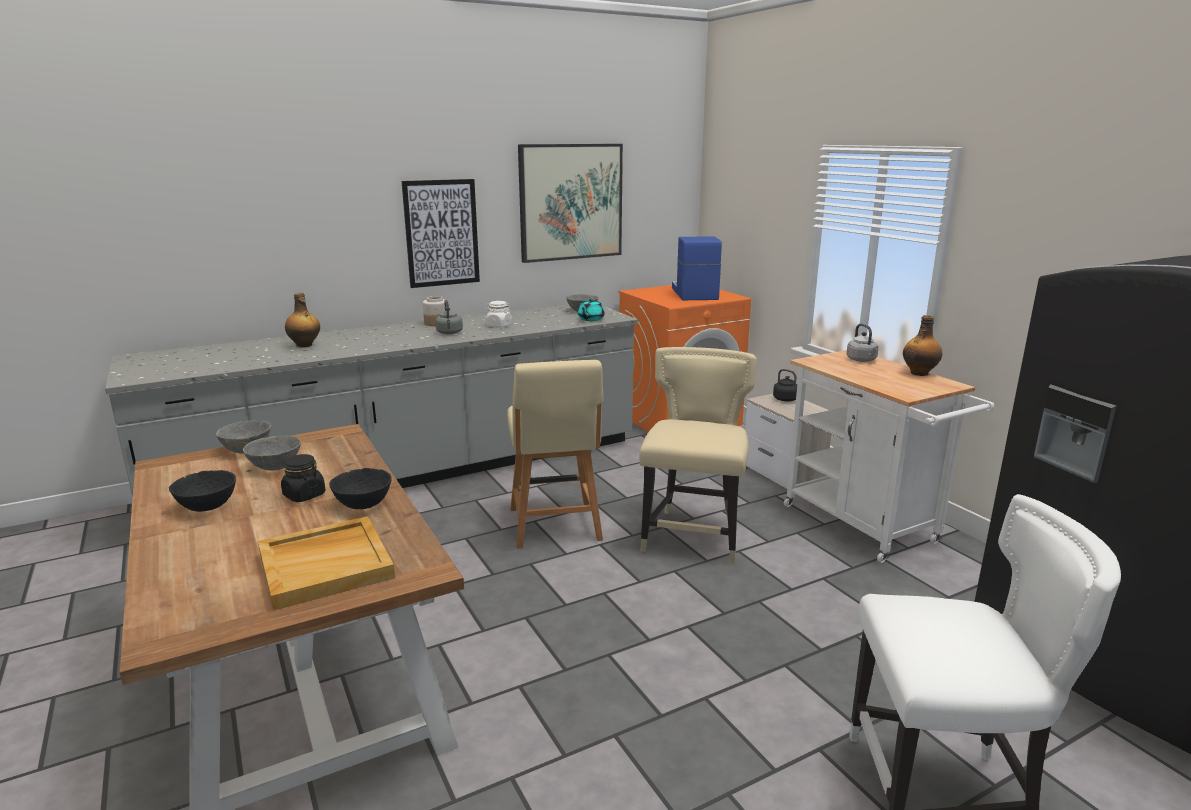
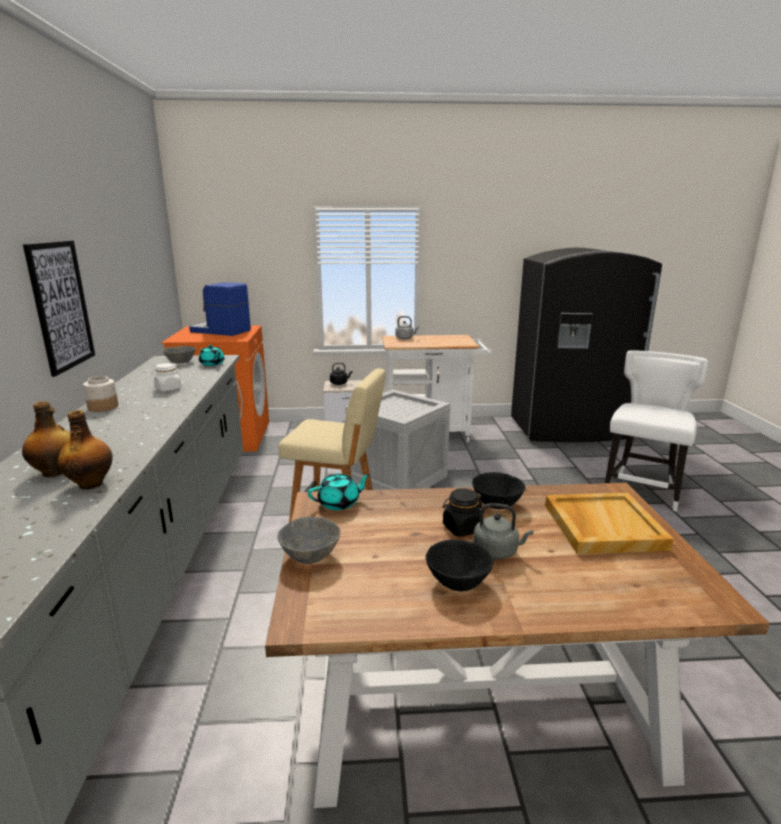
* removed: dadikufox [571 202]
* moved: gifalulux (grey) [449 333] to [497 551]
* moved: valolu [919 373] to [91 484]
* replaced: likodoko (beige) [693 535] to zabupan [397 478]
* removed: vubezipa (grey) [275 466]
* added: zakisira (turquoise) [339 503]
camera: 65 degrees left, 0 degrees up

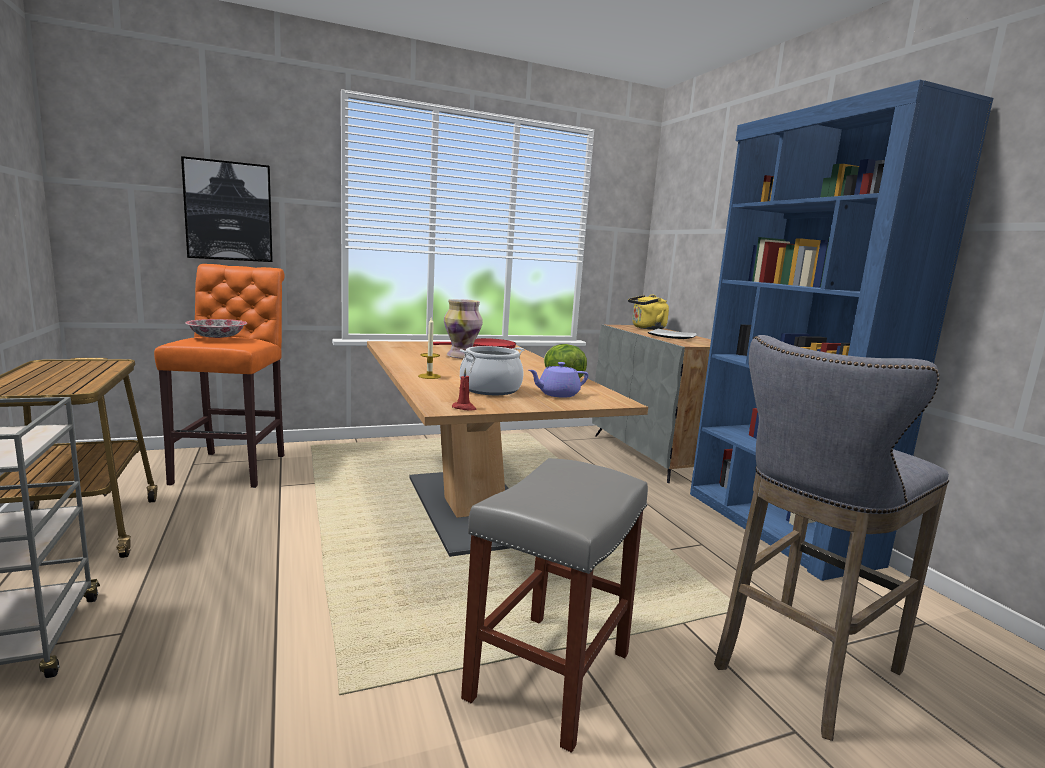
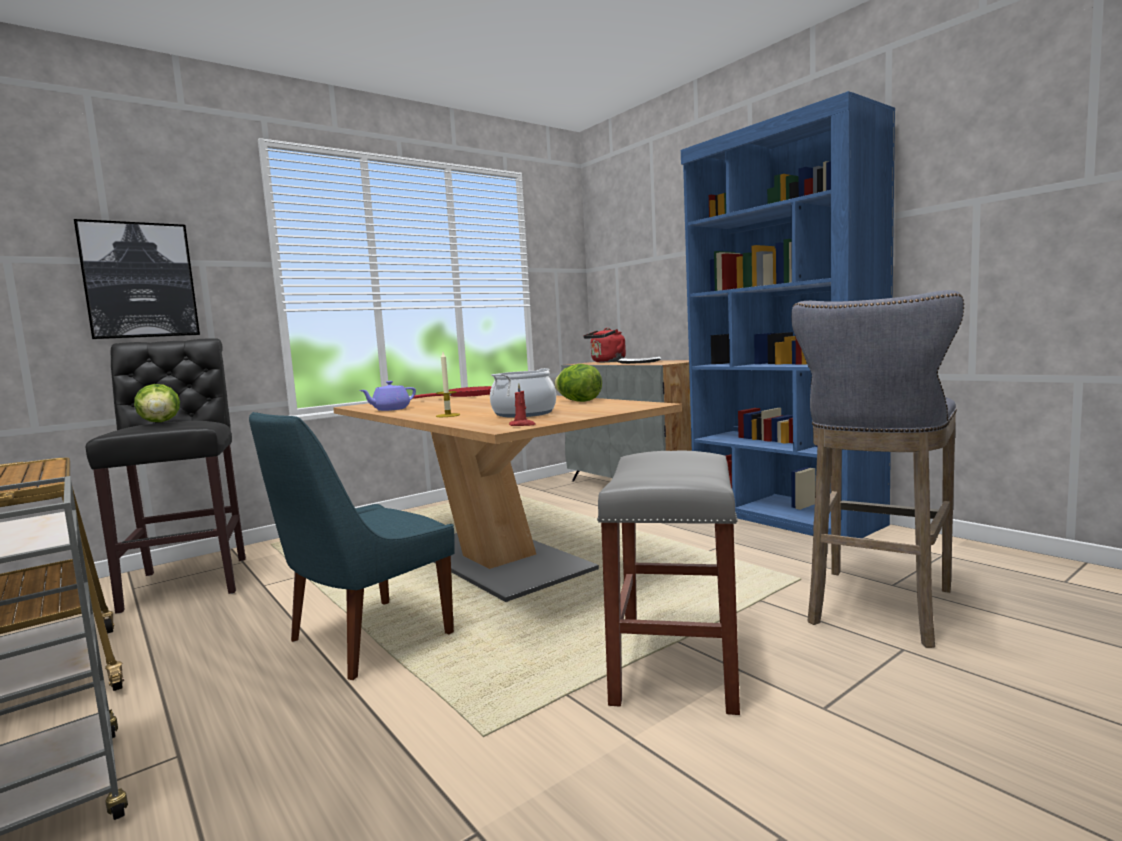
* recoloured: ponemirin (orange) [234 467] to ponemirin (black) [190 581]
* recoloured: gifalulux (yellow) [646 328] to gifalulux (red) [607 362]
* removed: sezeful [461 356]
* replaced: vubezipa [218 337] to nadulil [160 422]
* moved: zakisira (purple) [557 394] to [390 409]
* added: likodoko (blue) [365 640]
camera: 15 degrees left, 5 degrees down

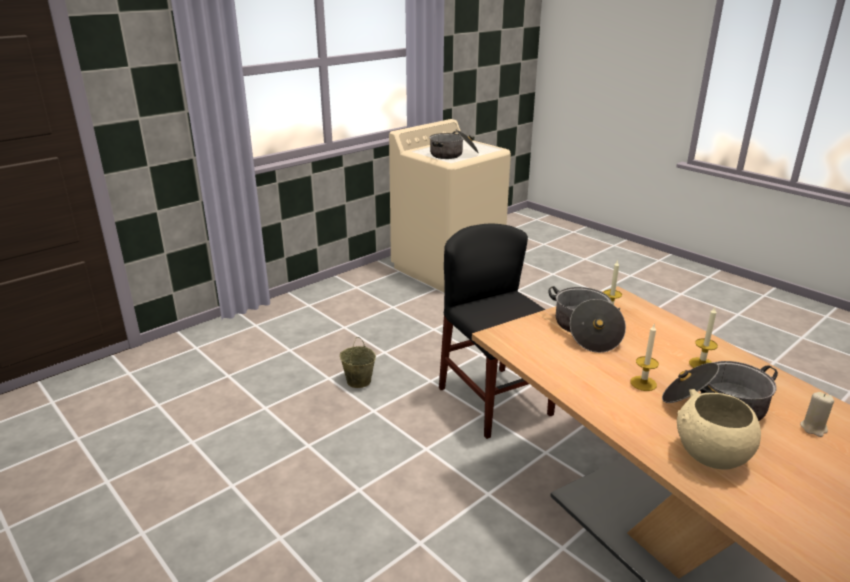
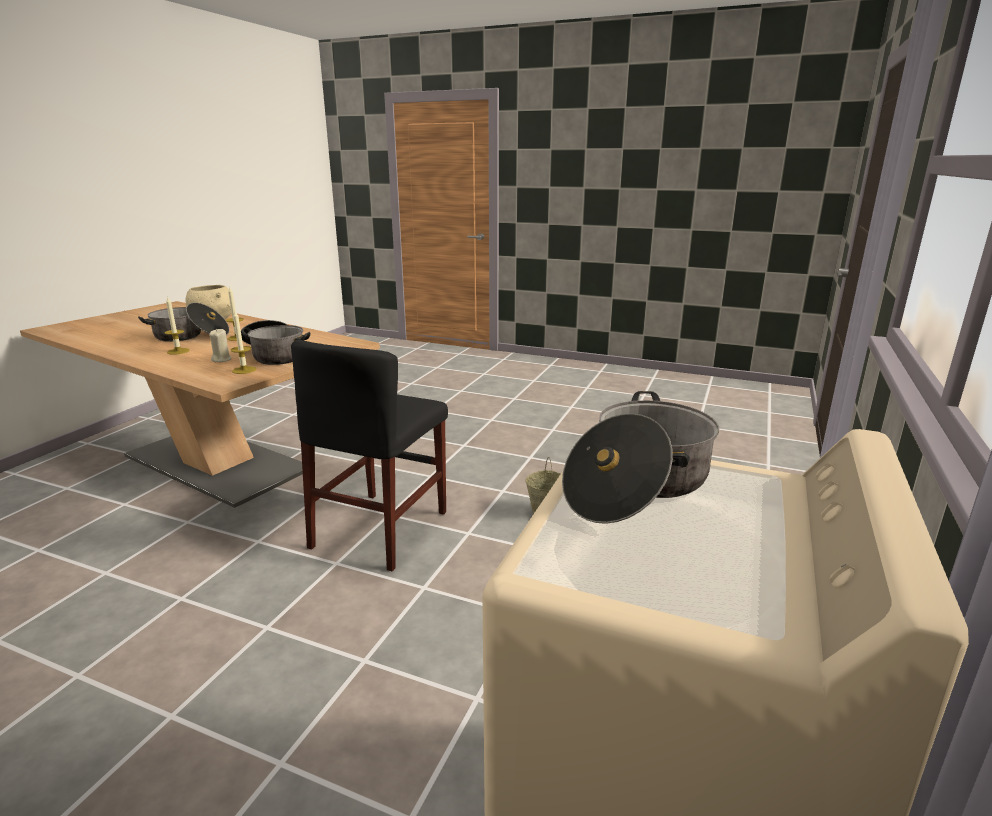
* turned: likodoko (black) [495 401] = [380 529] 75 degrees clockwise
* moved: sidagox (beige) [813 428] to [221 360]
camera: 155 degrees right, 5 degrees down

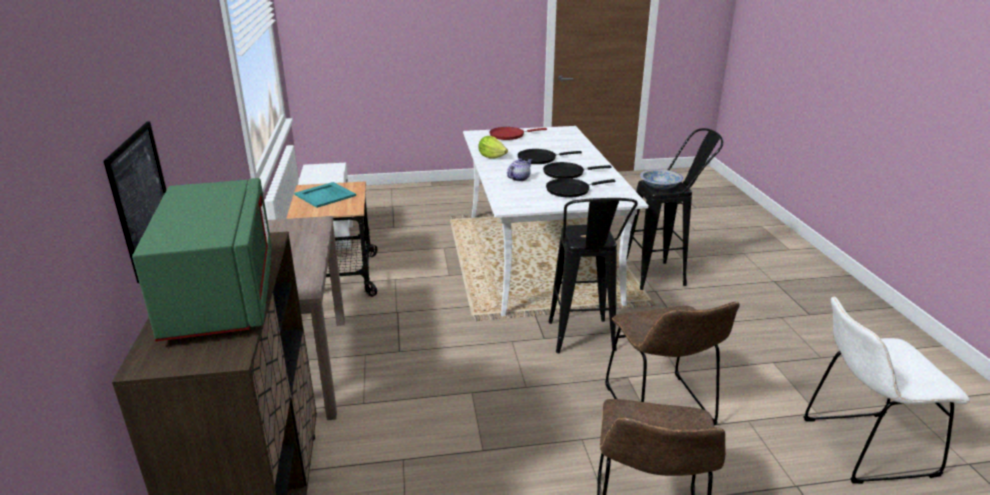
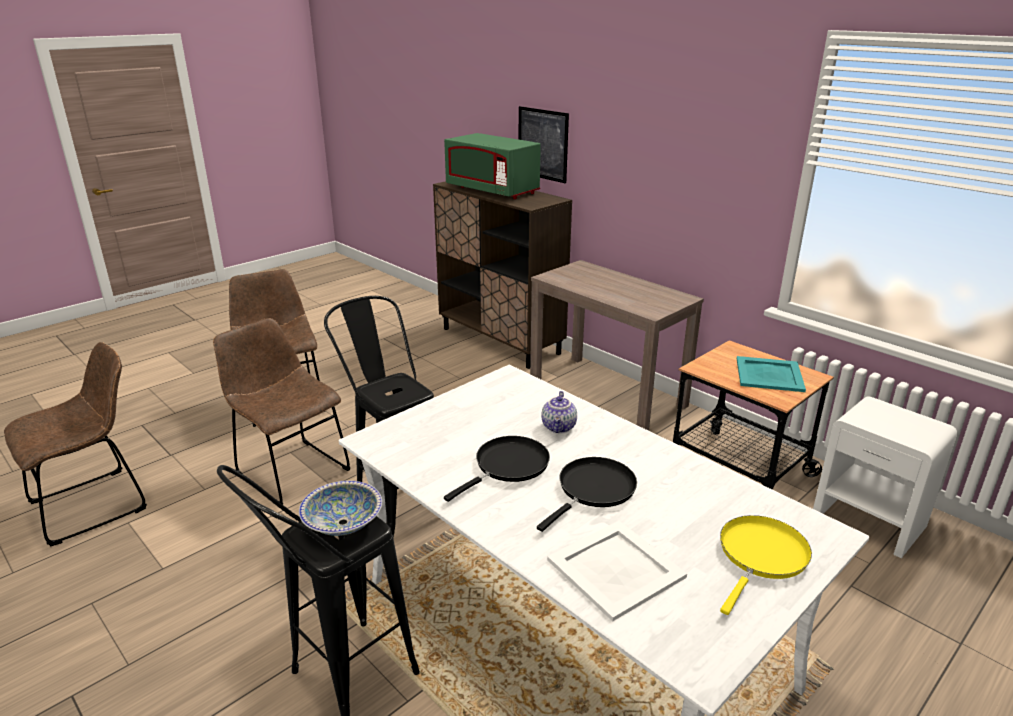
* recoloured: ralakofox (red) [509 135] to ralakofox (yellow) [761 556]
* removed: nadulil [492 157]
* removed: ralakofox (black) [570 190]
* recoloured: likodoko (white) [861 447] to likodoko (brown) [95 503]
* added: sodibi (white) [617 568]
camera: 145 degrees right, 0 degrees up

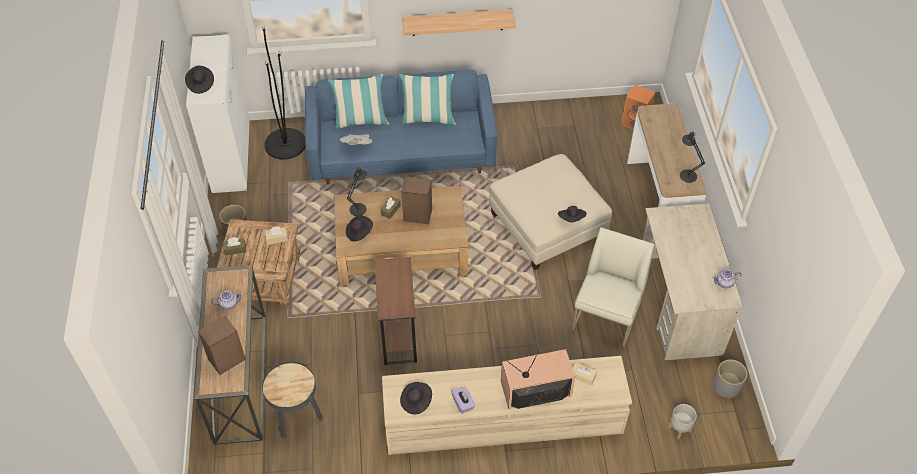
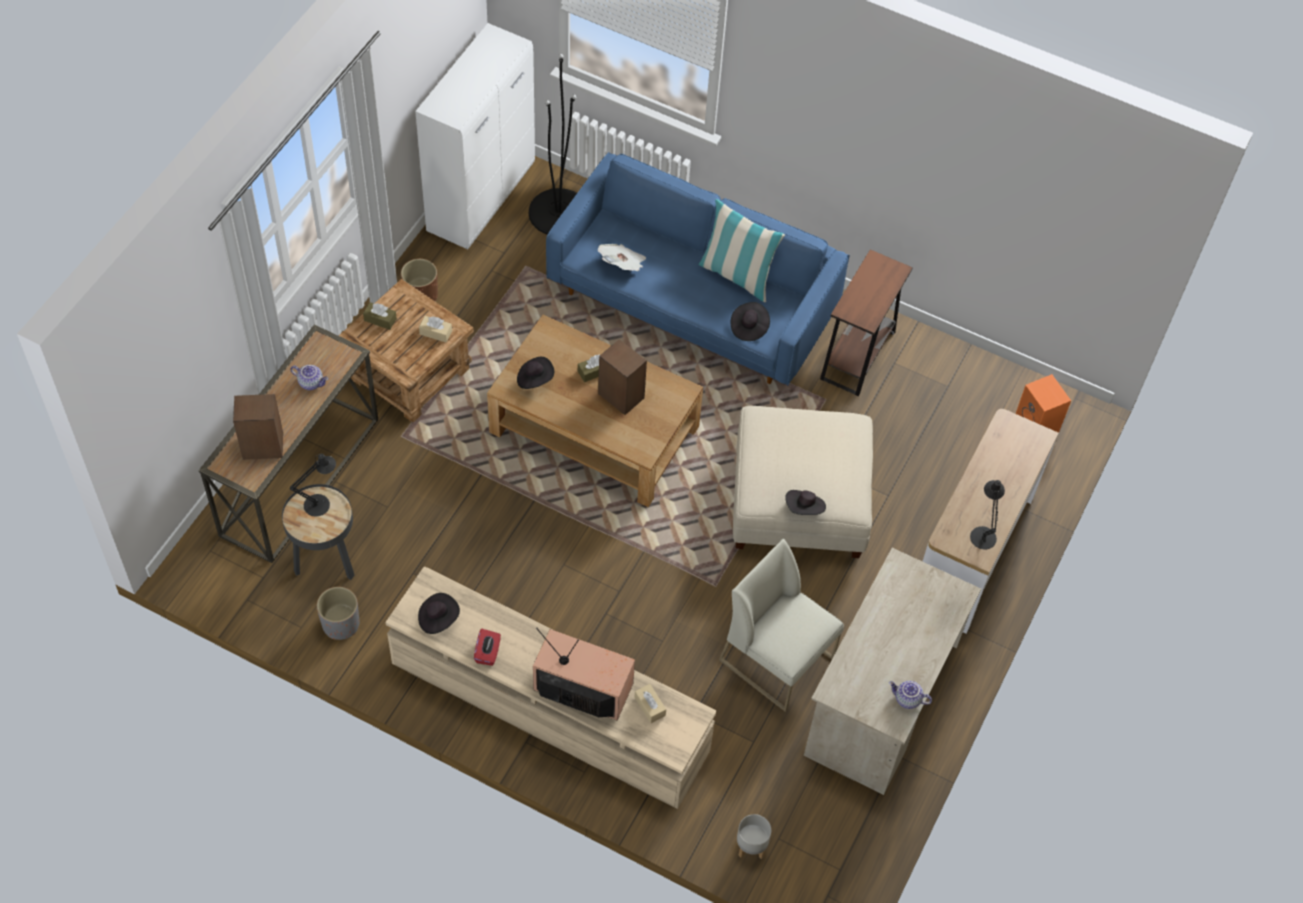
* removed: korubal [457 22]
* moved: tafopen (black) [200 84] to [749 327]
* removed: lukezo [360 121]
* moved: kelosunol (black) [359 207] to [320 503]
* turned: likodoko (white) [607 316] = [778 659] 105 degrees counterclockwise
* moved: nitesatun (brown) [398 334] to [858 355]
* moved: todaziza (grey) [726 387] to [340 624]
* recoloured: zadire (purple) [463 403] to zadire (red) [487 653]
camera: 30 degrees right, 5 degrees up

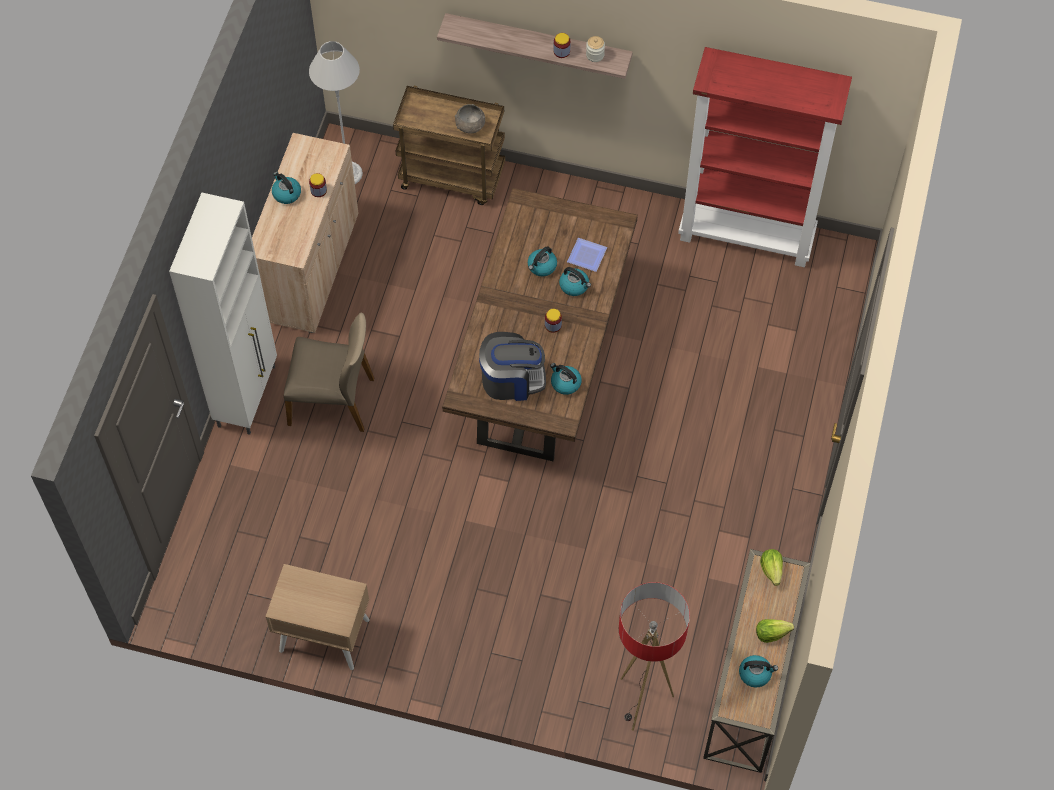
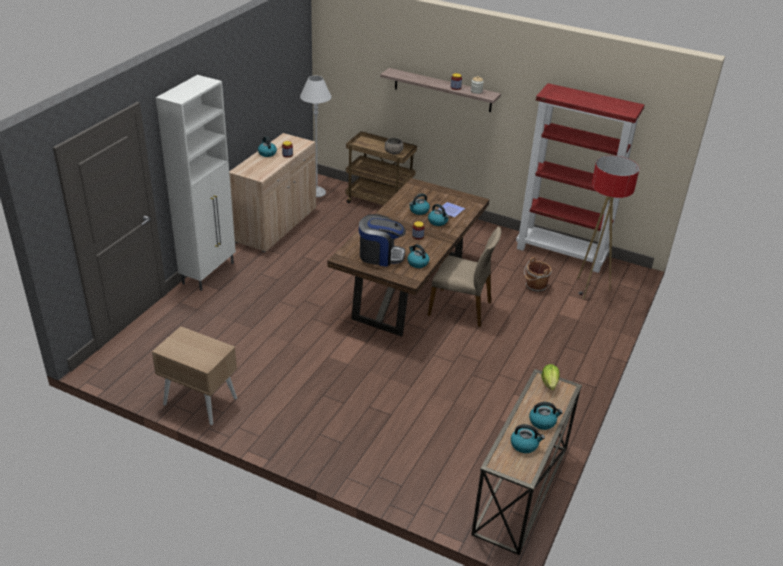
* moved: likodoko (beige) [332 400] to [461 308]
* moved: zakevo [642 702] to [590 289]
* replaced: nadulil [771 633] to gifalulux [542 421]
* added: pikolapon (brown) [535 286]
camera: 10 degrees right, 25 degrees down

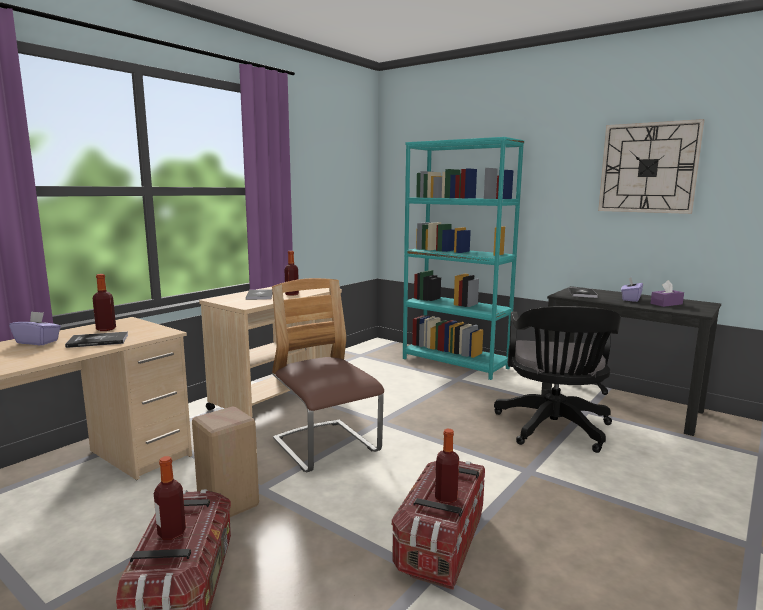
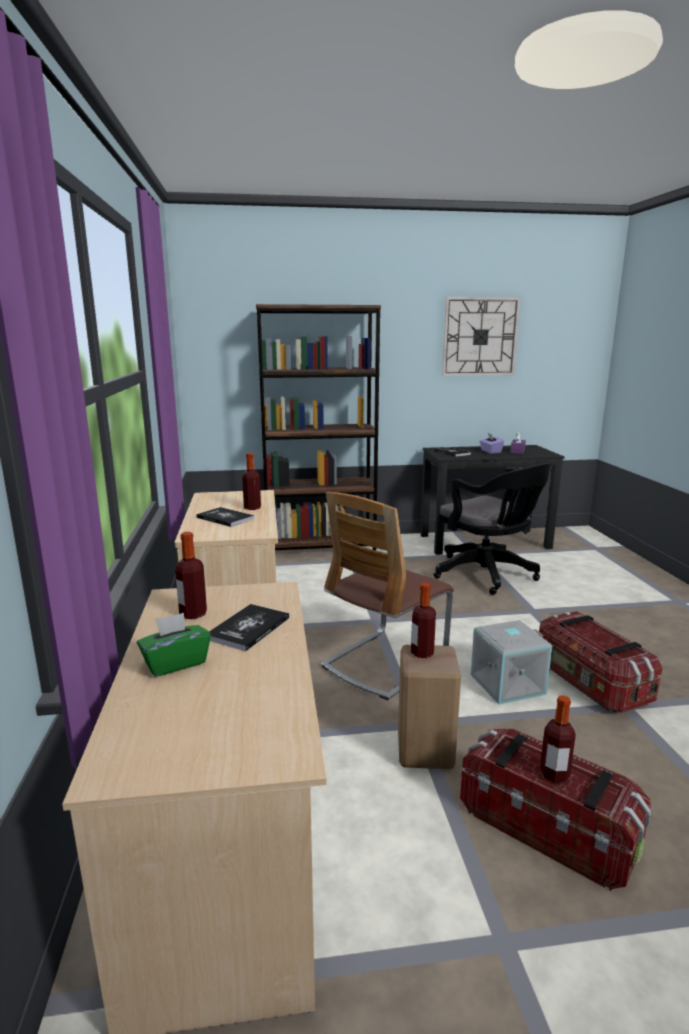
* recoloured: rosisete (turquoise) [455 363] to rosisete (brown) [320 546]
* turned: likodoko [326 447] = [385 662] 60 degrees counterclockwise
* recoloured: zadire (purple) [38 342] to zadire (green) [175 663]
* moved: valolu [446 498] to [422 653]
* added: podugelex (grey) [507 683]
camera: 45 degrees left, 5 degrees up

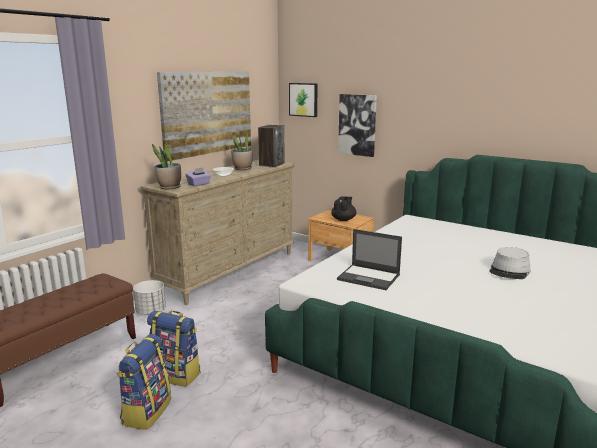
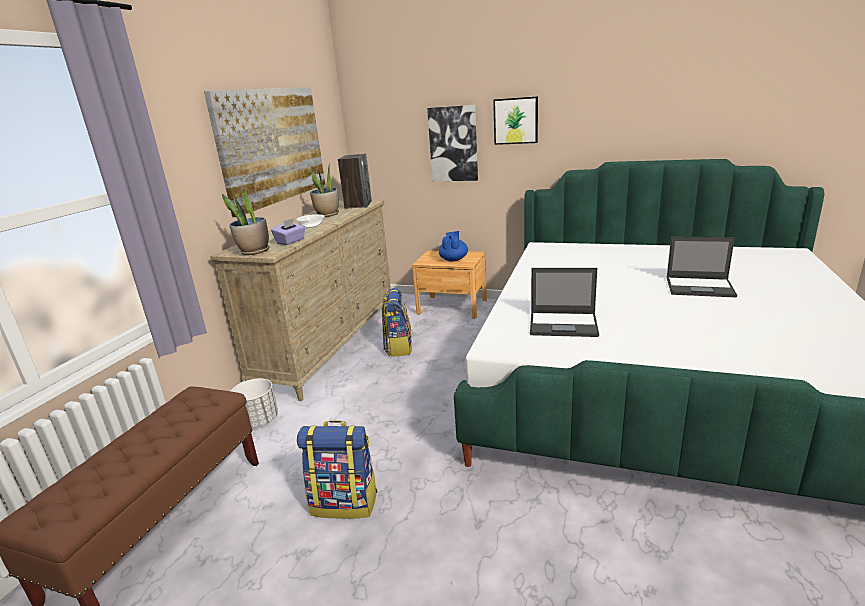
* moved: dadikufox [303 99] to [516 120]
* recoloured: zakisira (black) [343 219] to zakisira (blue) [453 259]
* replaced: tafopen (grey) [509 271] to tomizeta [700 287]
* moved: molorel [146 411] to [398 347]
camera: 15 degrees left, 5 degrees up

